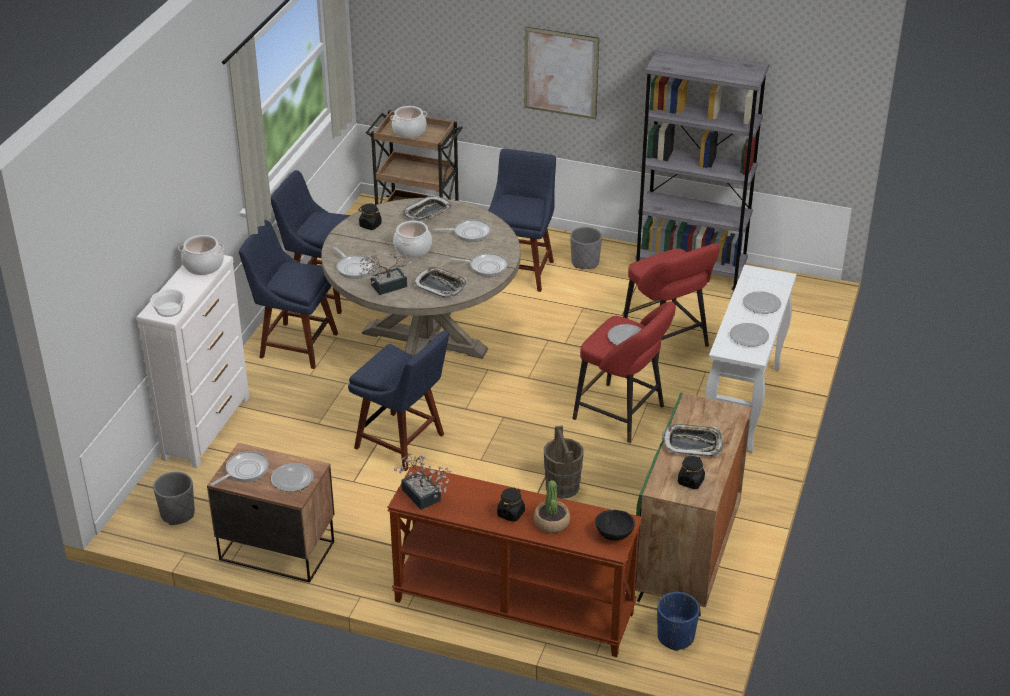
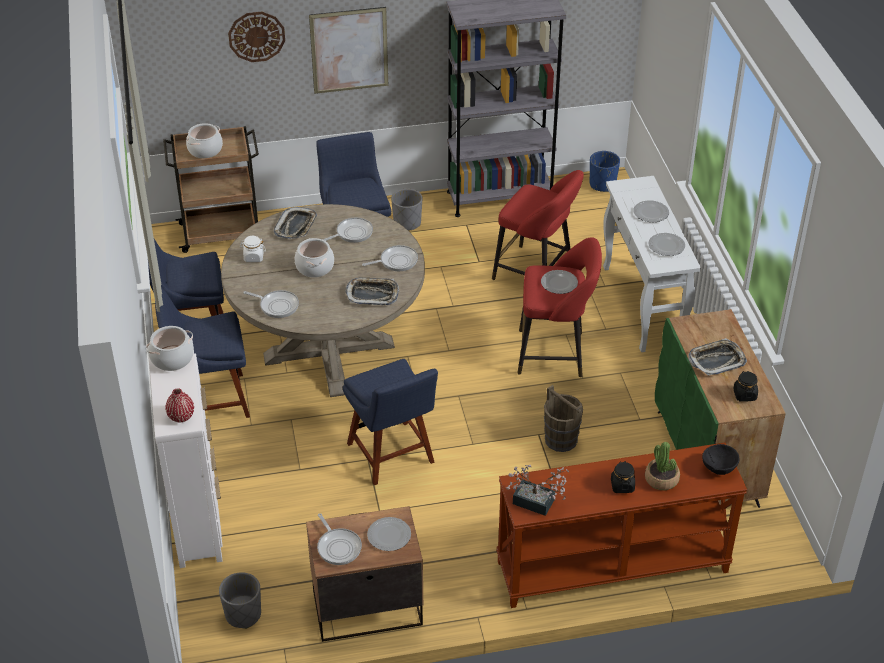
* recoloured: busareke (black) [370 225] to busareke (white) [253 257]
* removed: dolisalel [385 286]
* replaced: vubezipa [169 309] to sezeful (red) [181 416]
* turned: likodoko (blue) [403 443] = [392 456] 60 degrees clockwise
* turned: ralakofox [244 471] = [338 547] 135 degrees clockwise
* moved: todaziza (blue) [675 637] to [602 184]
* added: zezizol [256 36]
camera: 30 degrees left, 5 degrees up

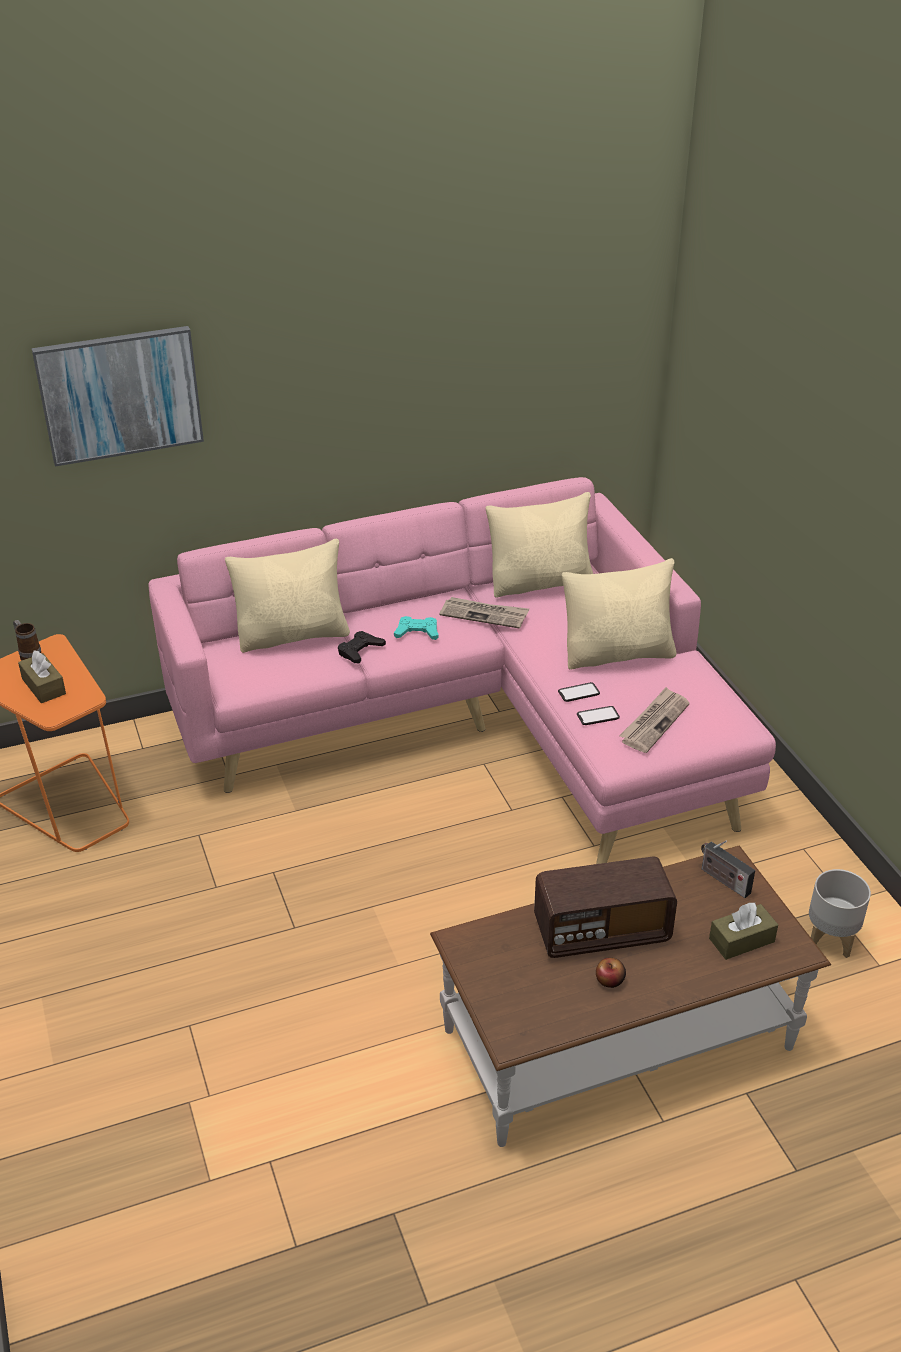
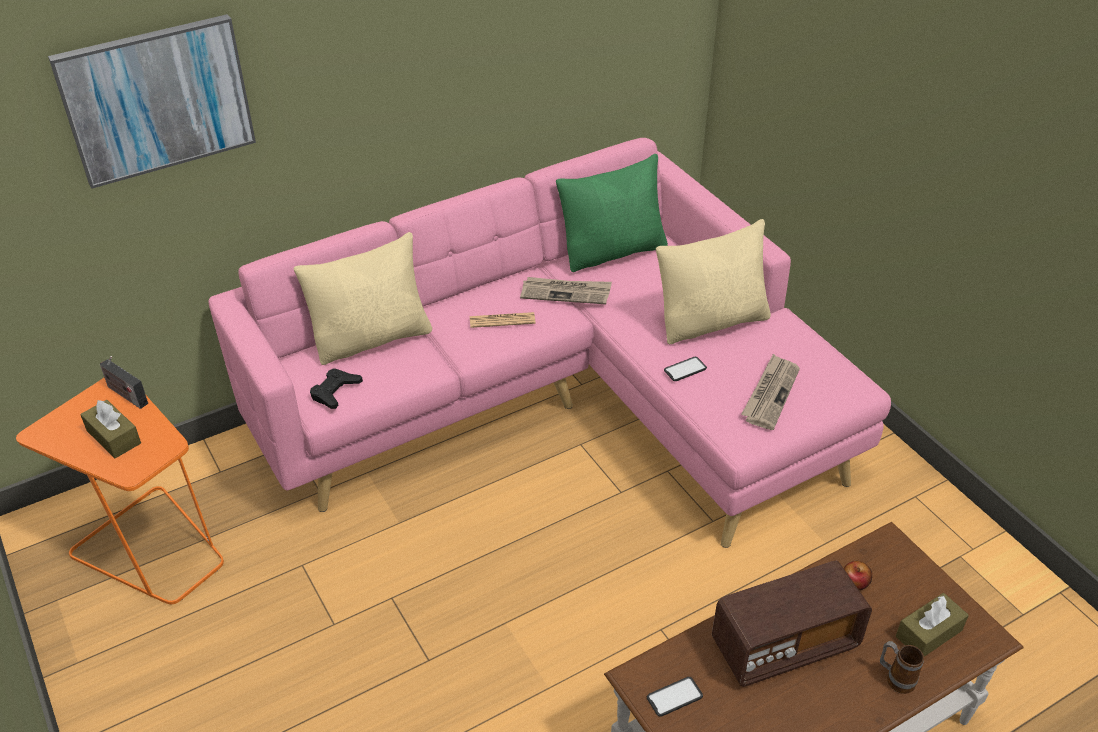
* recoloured: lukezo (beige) [541 583] to lukezo (green) [613 251]
* replaced: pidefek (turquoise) [417 632] to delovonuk [502 320]
* moved: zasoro [29 655] to [895 678]
* moved: pidefek (black) [360 651] to [335 391]
* moved: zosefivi [598 716] to [674 697]
* moved: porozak [723 880] to [125 394]
* removed: todaziza (grey) [831 939]
* moved: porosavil [610 980] to [855 582]
camera: 10 degrees left, 5 degrees up

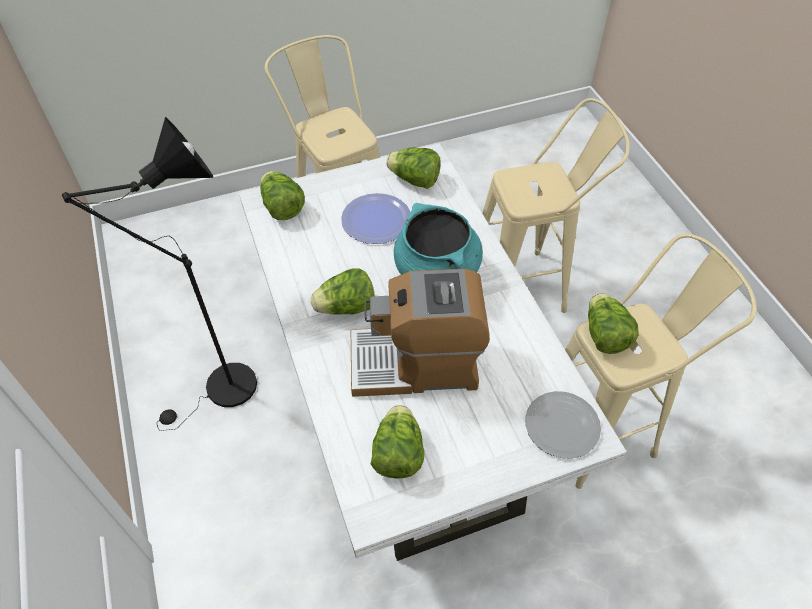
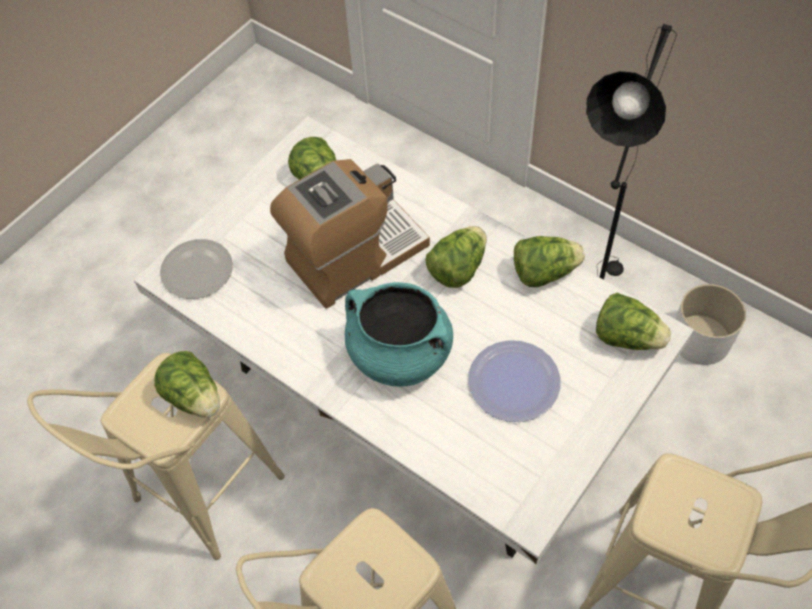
* moved: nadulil [414 180] to [544 272]
* added: todaziza (white) [701 340]
camera: 150 degrees right, 5 degrees up

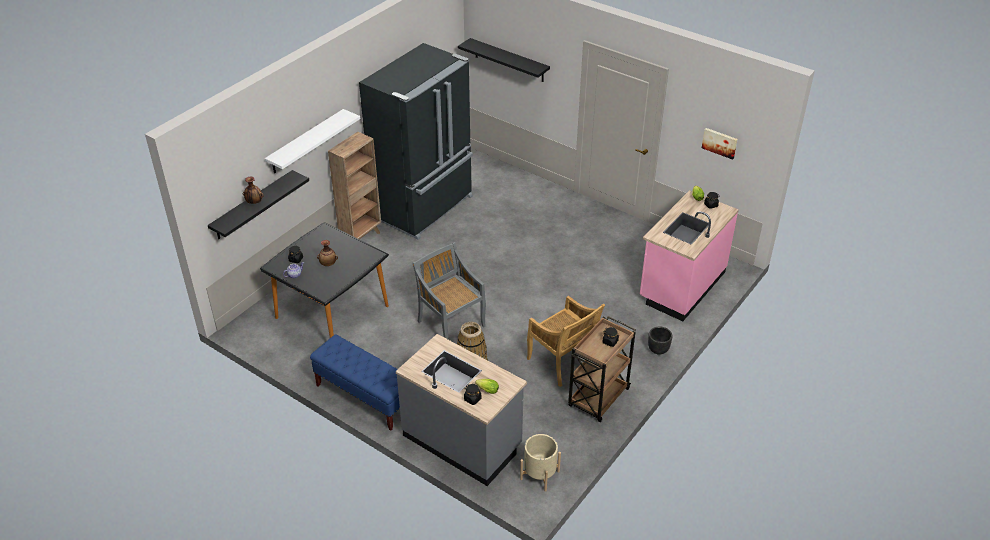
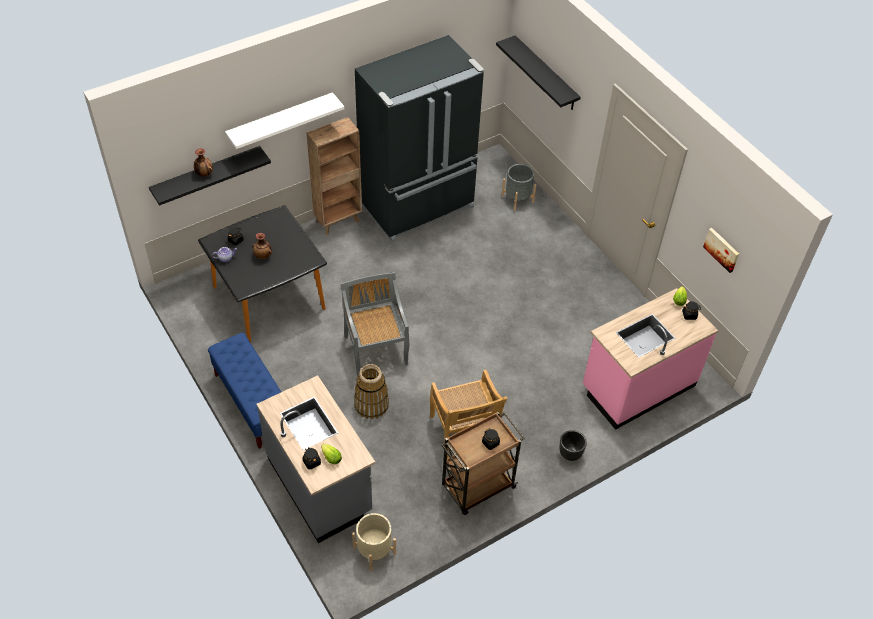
* added: todaziza (grey) [517 199]
camera: 20 degrees right, 10 degrees up

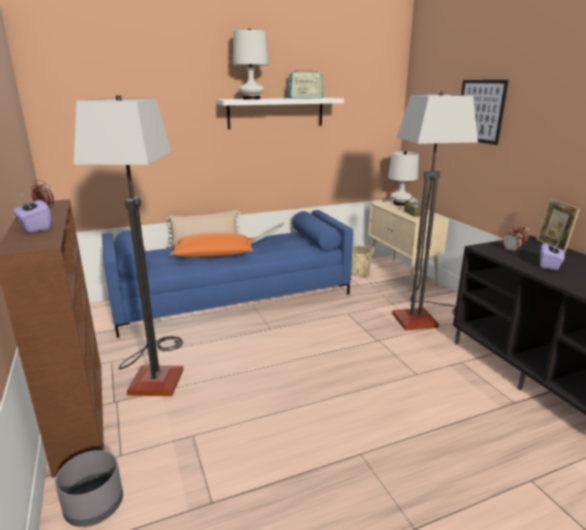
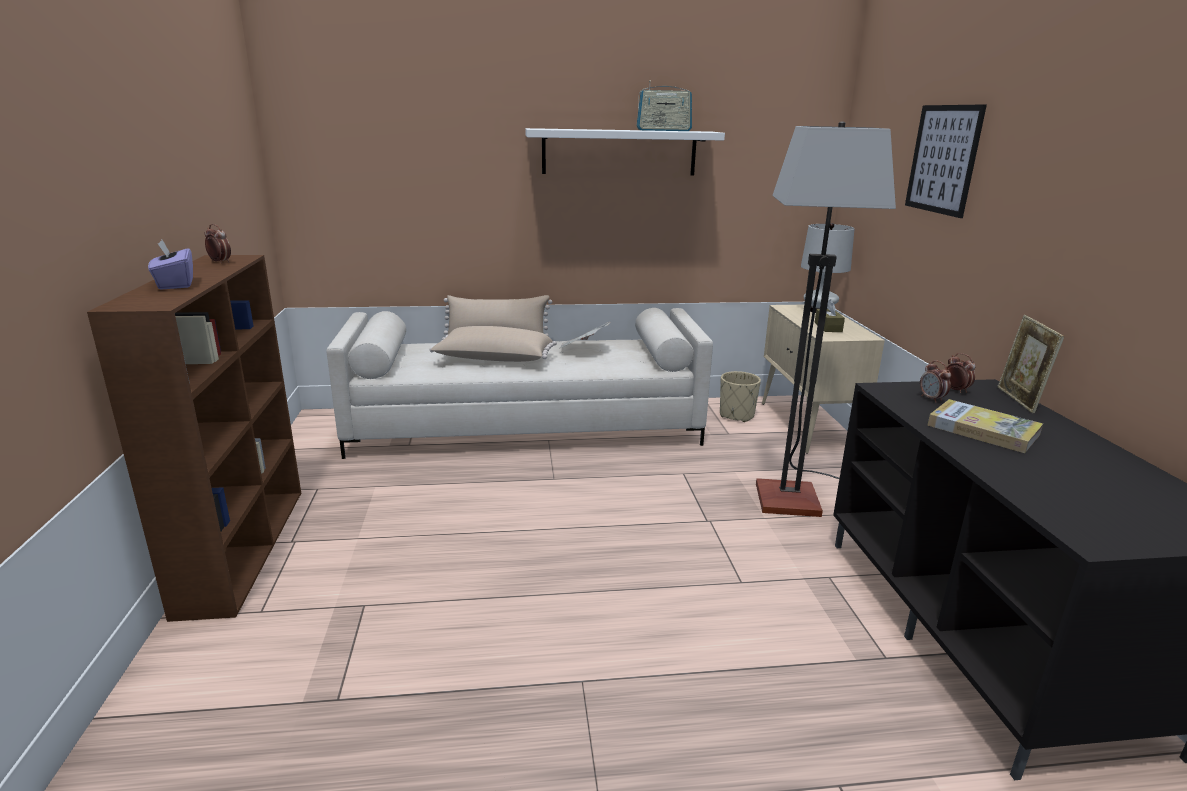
* removed: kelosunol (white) [251 99]
* removed: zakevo [156 372]
* recoloured: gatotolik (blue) [233 297] to gatotolik (white) [527 426]
* recoloured: lukezo (orange) [213 256] to lukezo (beige) [494 360]
* replaced: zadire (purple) [549 265] to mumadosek [983 430]
* removed: todaziza (grey) [94 505]
camera: 15 degrees right, 0 degrees up

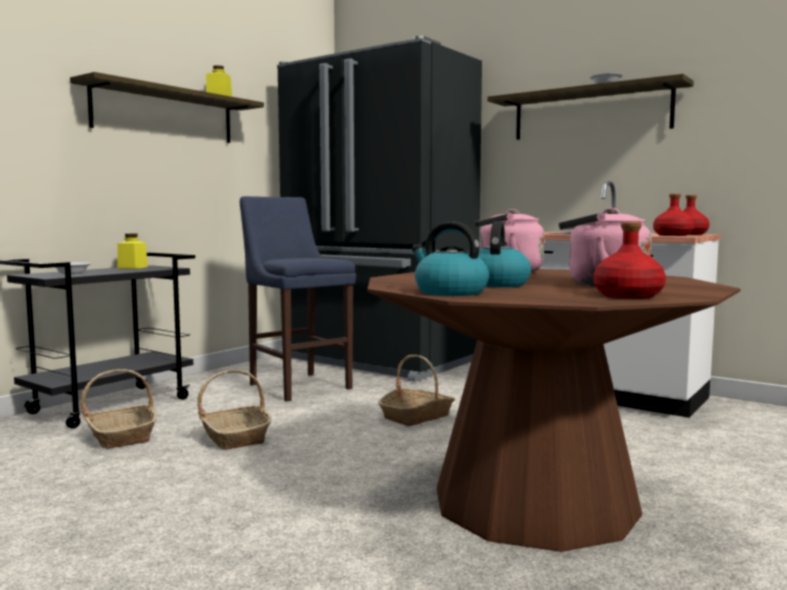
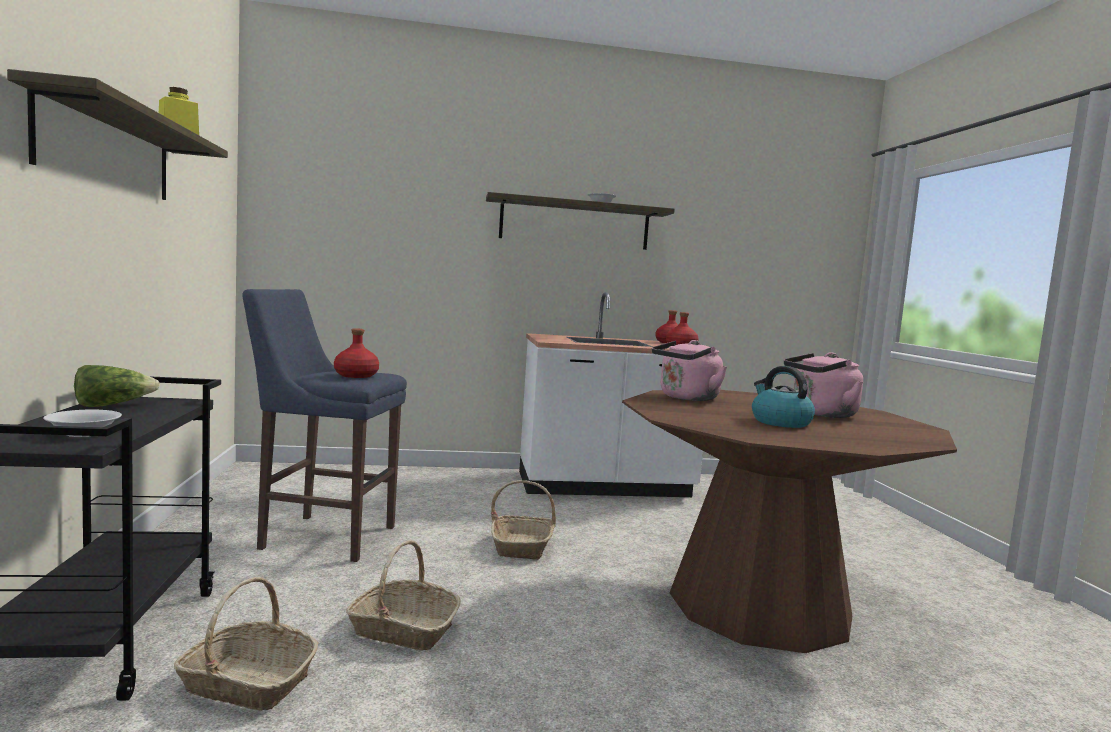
* removed: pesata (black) [376 361]
* removed: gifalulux [449 292]
* moved: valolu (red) [628 296] to [356 375]
* replaced: busareke (yellow) [132 267] to nadulil [112 405]
camera: 45 degrees left, 0 degrees up

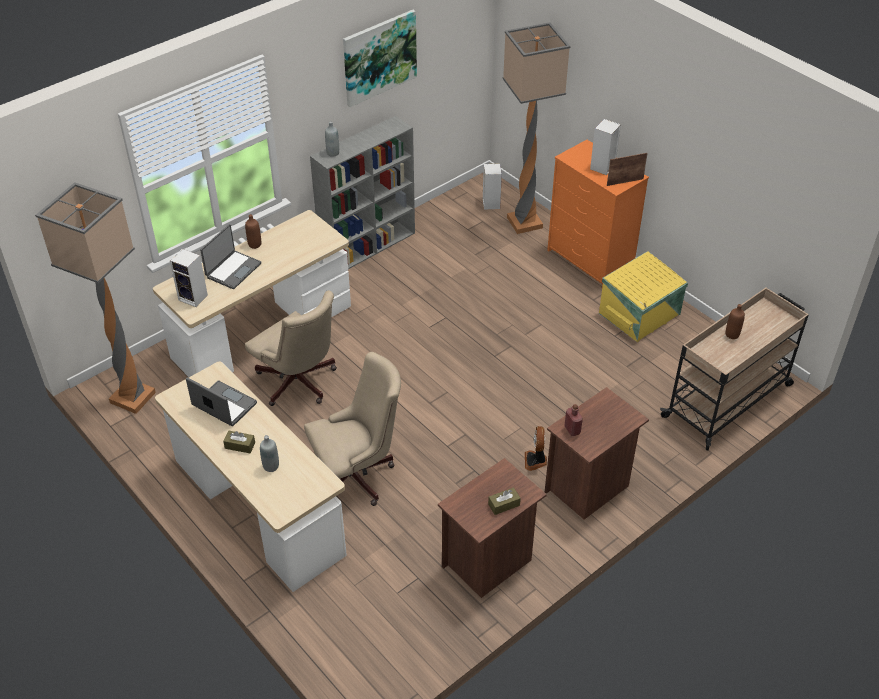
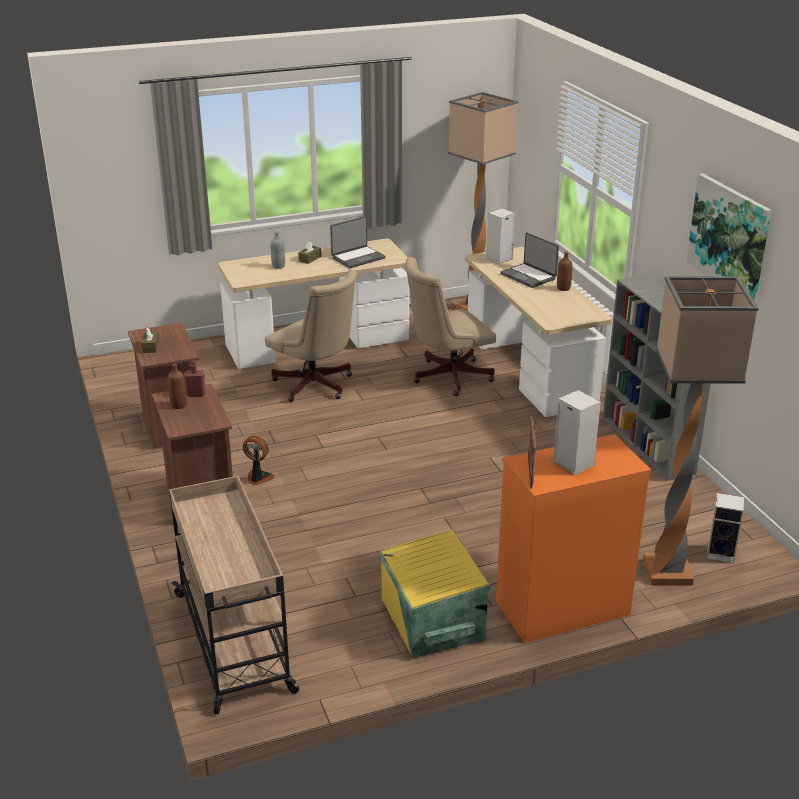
* removed: valolu (grey) [333 153]
* moved: valolu (brown) [732 334] to [179 405]
* turned: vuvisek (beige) [357 476] = [316 387] 45 degrees counterclockwise
camera: 110 degrees right, 15 degrees down

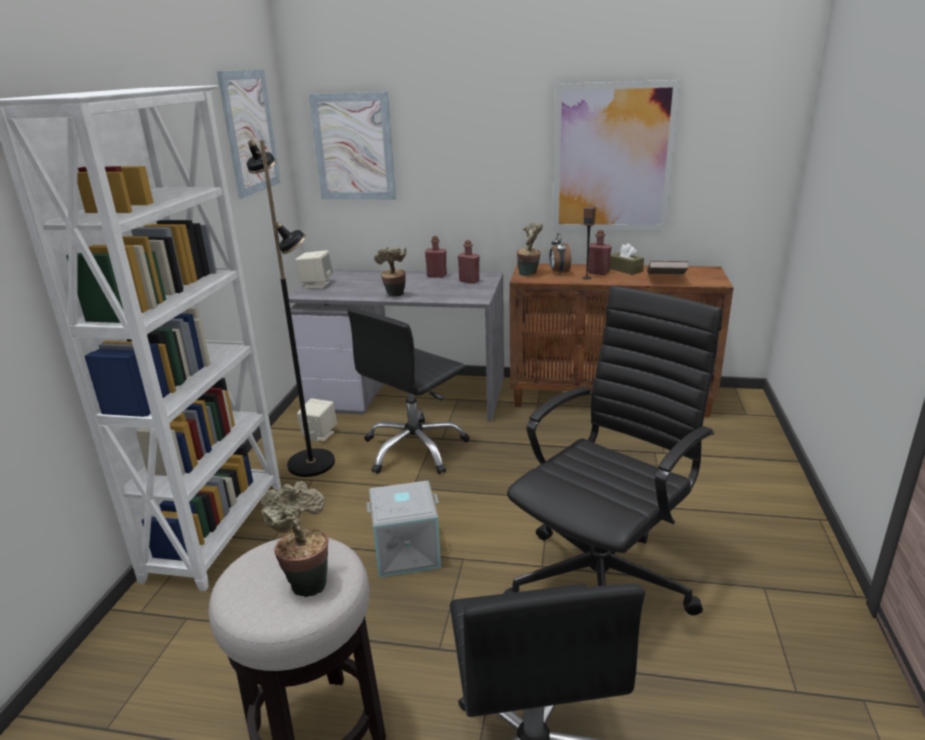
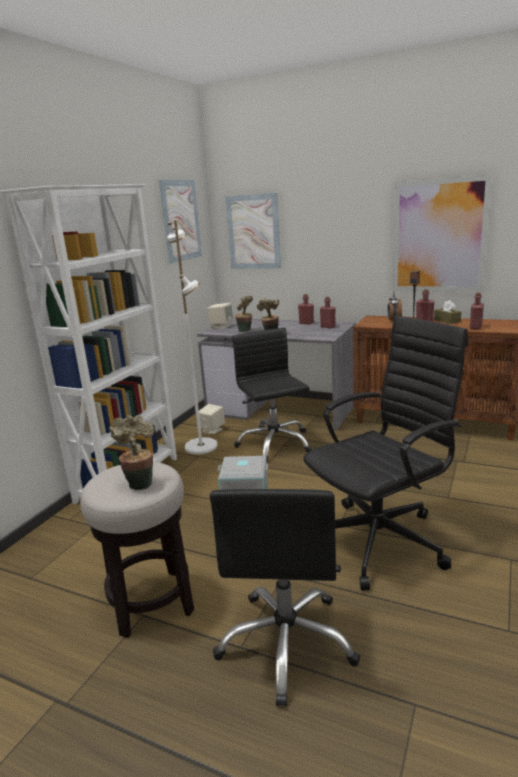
* recoloured: zakevo (black) [312 463] to zakevo (white) [201 446]
* moved: dolisalel [529 274] to [245 331]
* replaced: mumadosek (brown) [665 279] to valolu (red) [475 327]
* turned: vuvisek (black) [415 449] = [274 443] 105 degrees clockwise
camera: 15 degrees right, 5 degrees down

